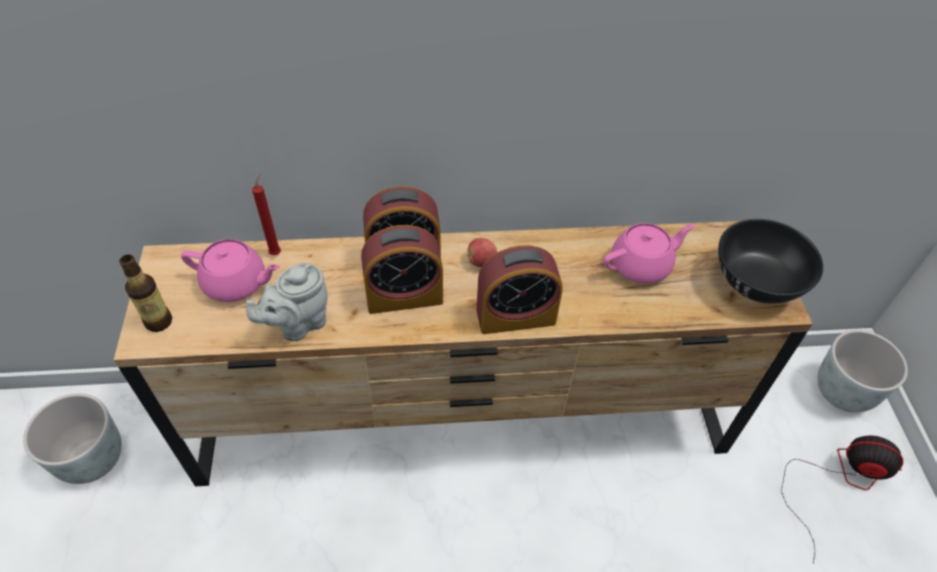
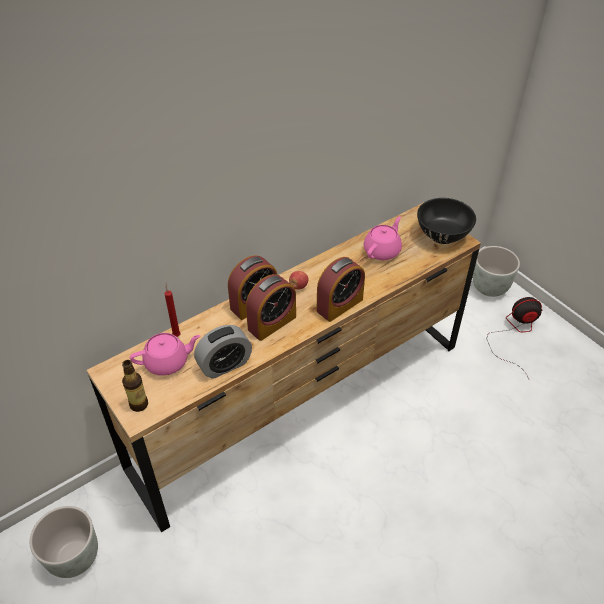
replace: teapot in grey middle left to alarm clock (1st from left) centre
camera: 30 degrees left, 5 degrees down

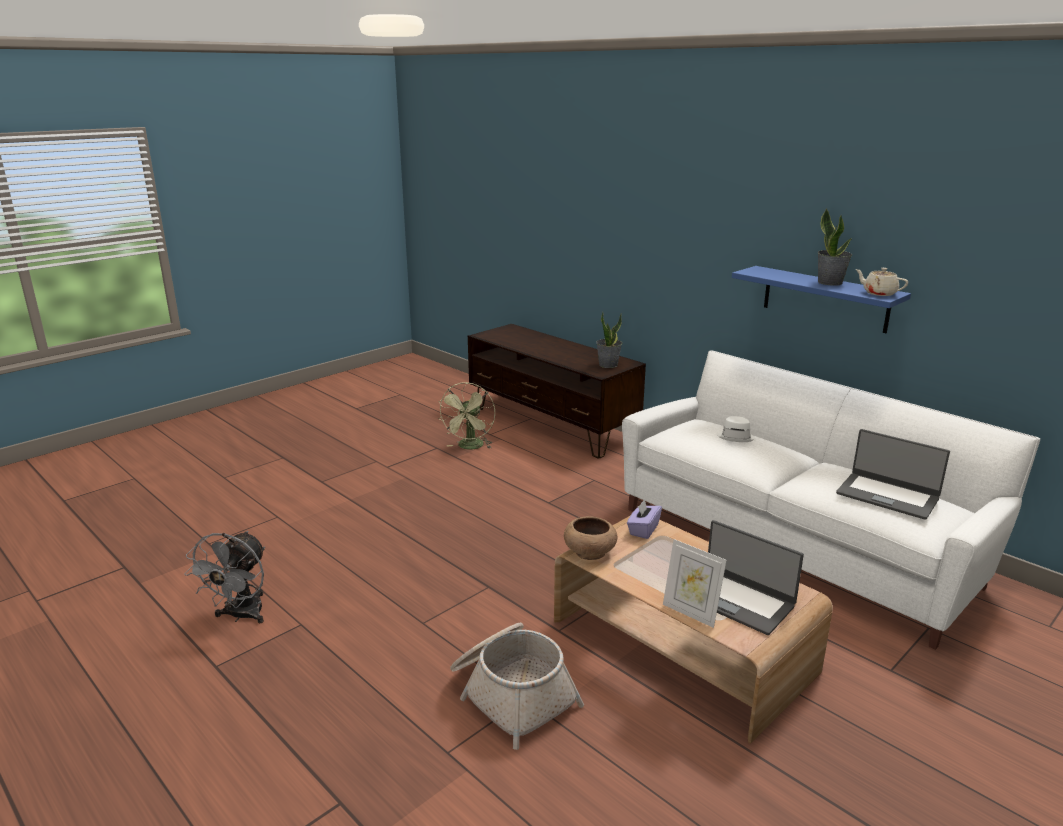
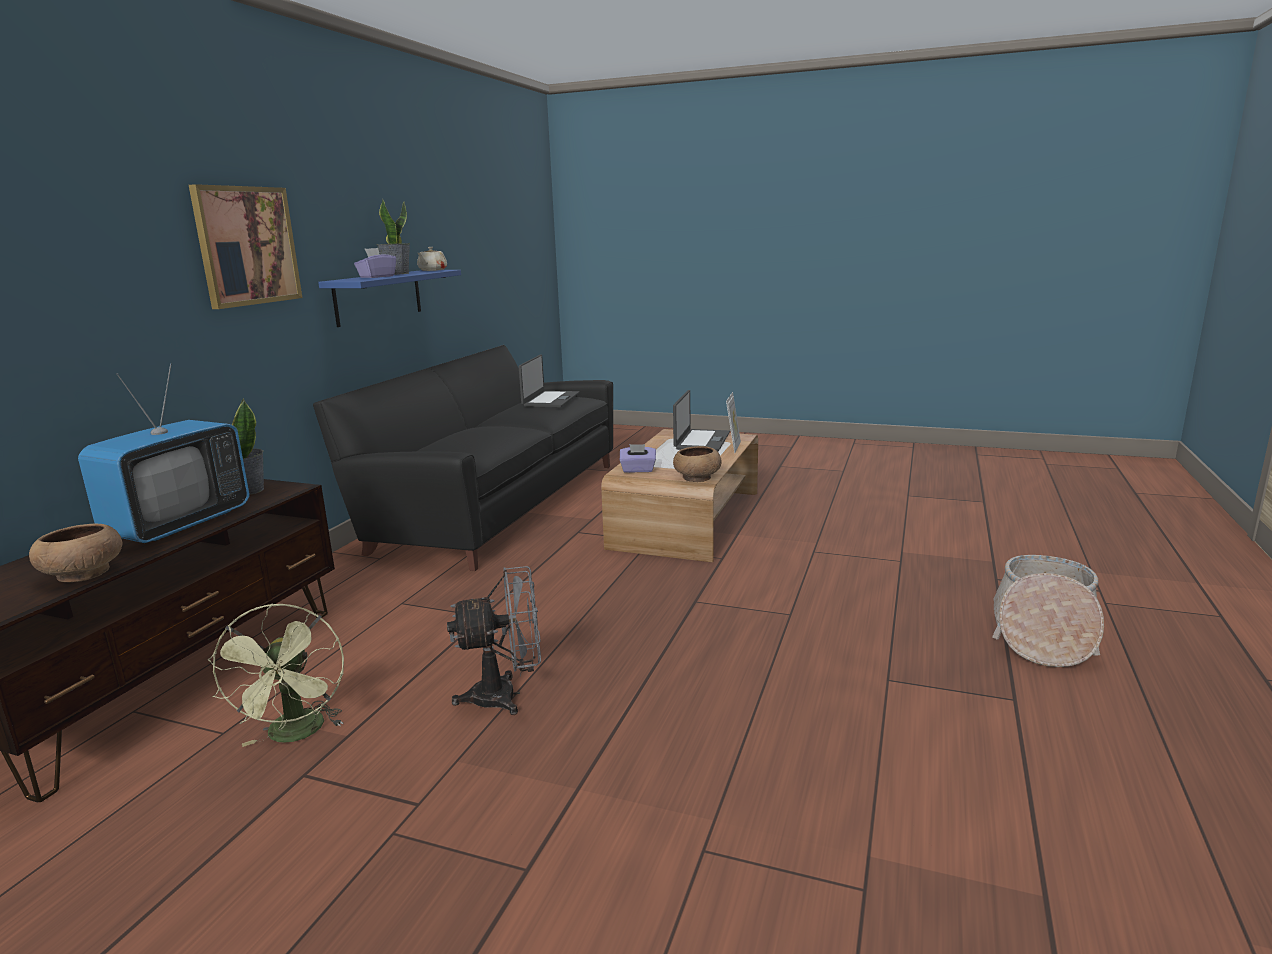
delete: hat in white middle right
insert: bowl in brown (1st from left) middle left; television middle left; picture top left; tissue box in purple (1st from left) top left
move: fan in grey bottom left to bottom centre; basket bottom centre to middle right
recolor: sofa in white middle right to sofa in black centre
rotate: fan in green centre = bottom left 90 degrees clockwise
camera: 115 degrees left, 5 degrees down

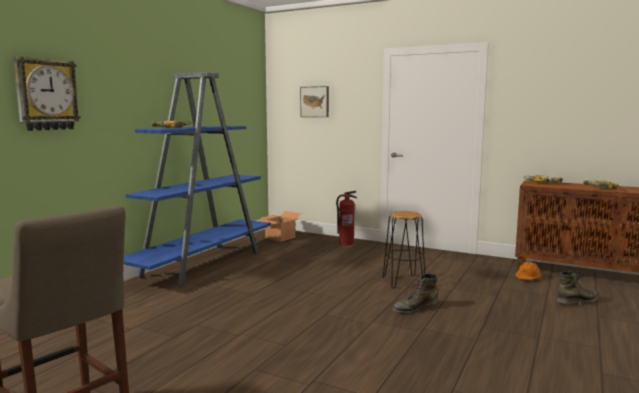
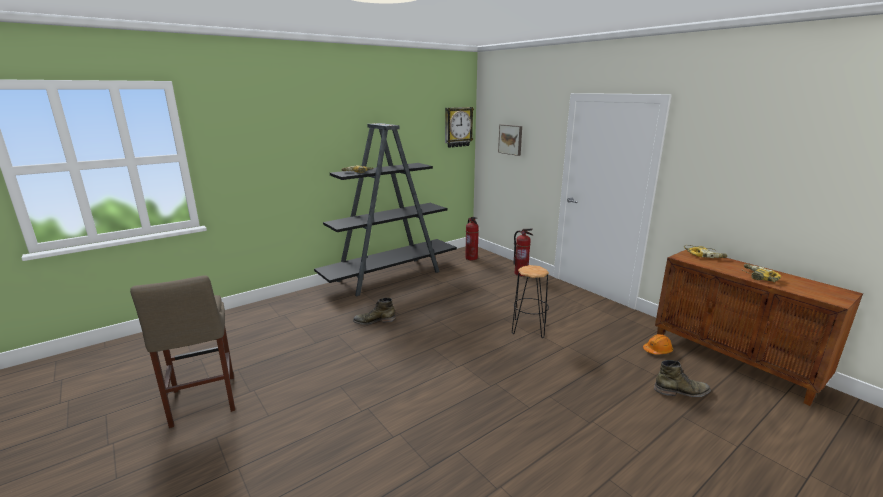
move: wall clock top left to top centre; boot in green (1st from left) bottom centre to centre
replace: cardboard box centre to fire extinguisher (1st from left) centre
recolor: bookcase in blue middle left to bookcase in black centre
camera: 25 degrees right, 10 degrees up

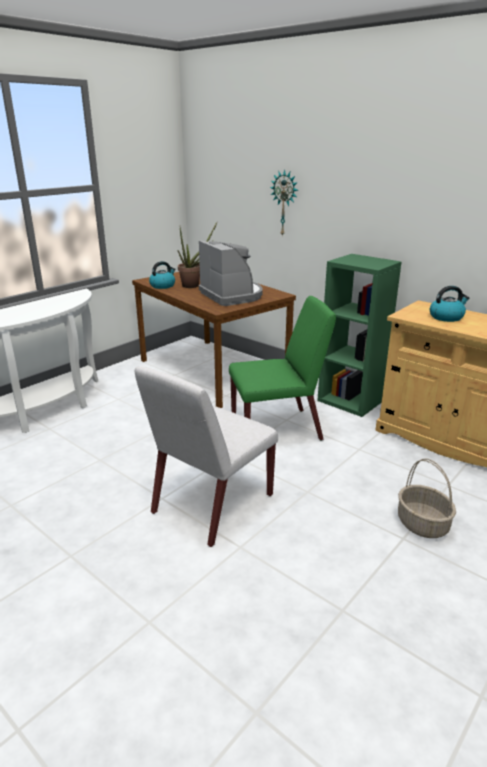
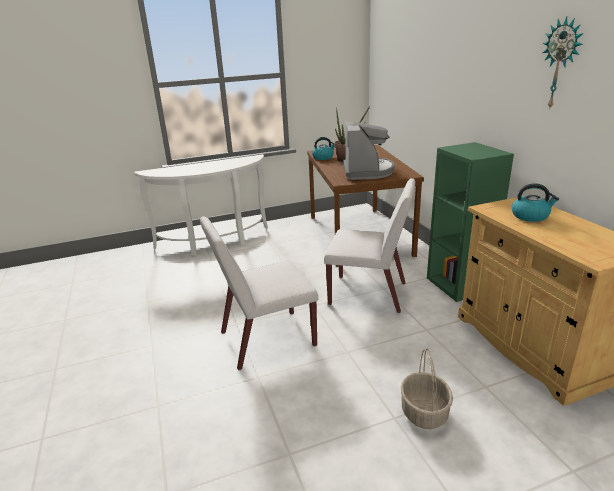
move: wall clock top centre to top right
recolor: chair in green centre to chair in white (2nd from left) centre
camera: 30 degrees right, 0 degrees up

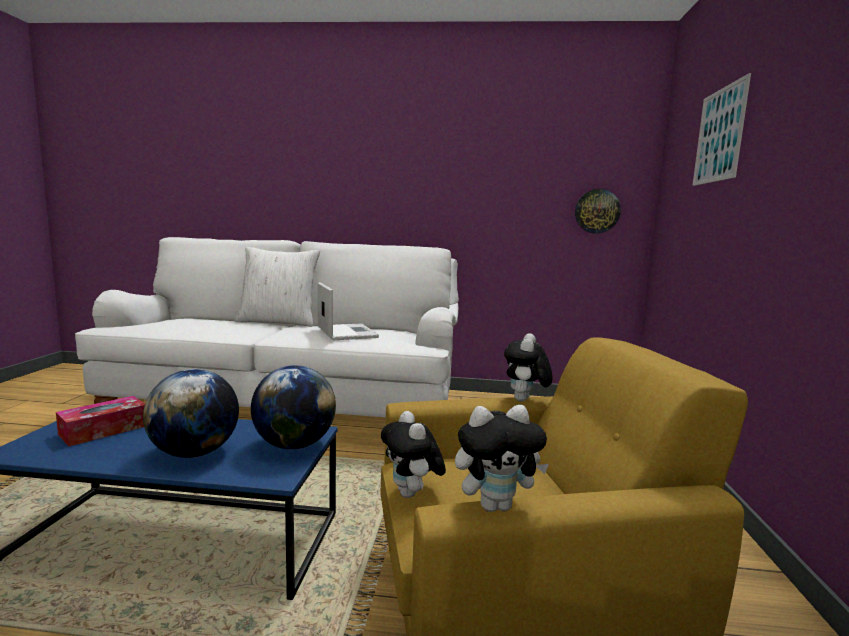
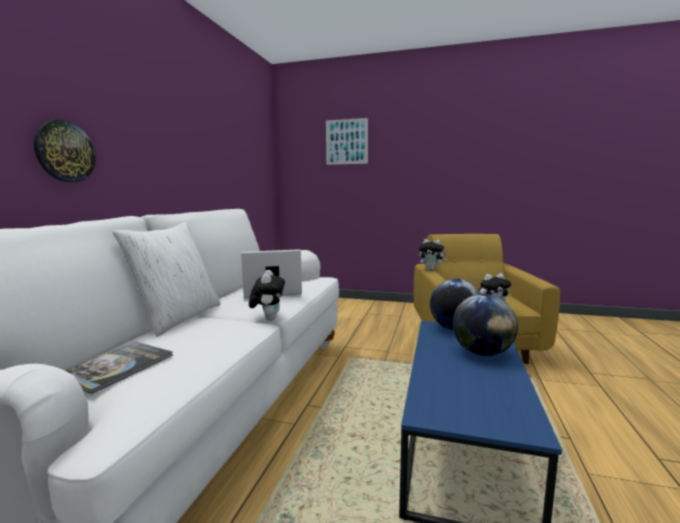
delete: tissue box middle left
insert: book bottom left
move: plush toy (2nd from left in the first image) bottom centre to plush toy (1st from left) centre; wall clock top right to top left
camera: 80 degrees left, 0 degrees up

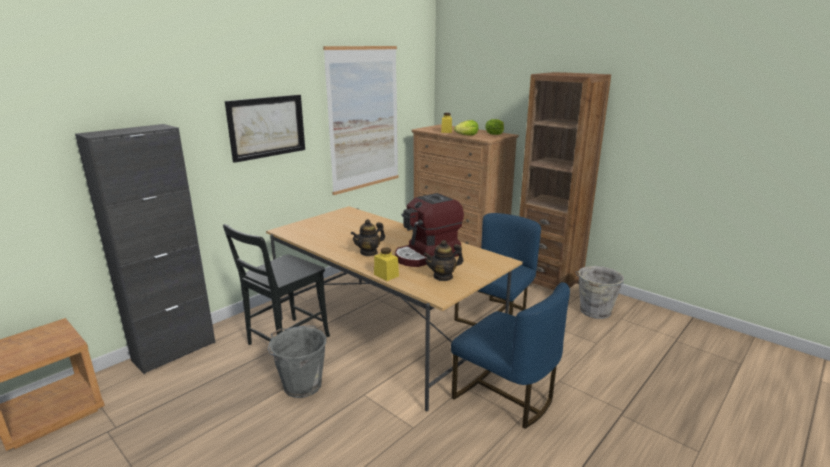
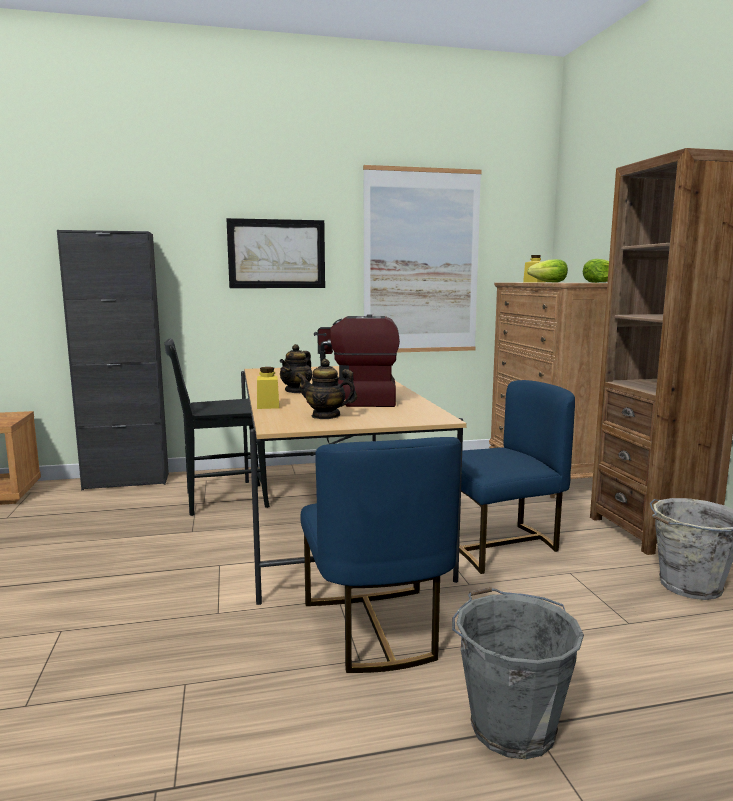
move: bucket in grey (1st from left) bottom centre to bottom right
rotate: teapot (1st from left) centre = centre 60 degrees counterclockwise
camera: 35 degrees right, 10 degrees down

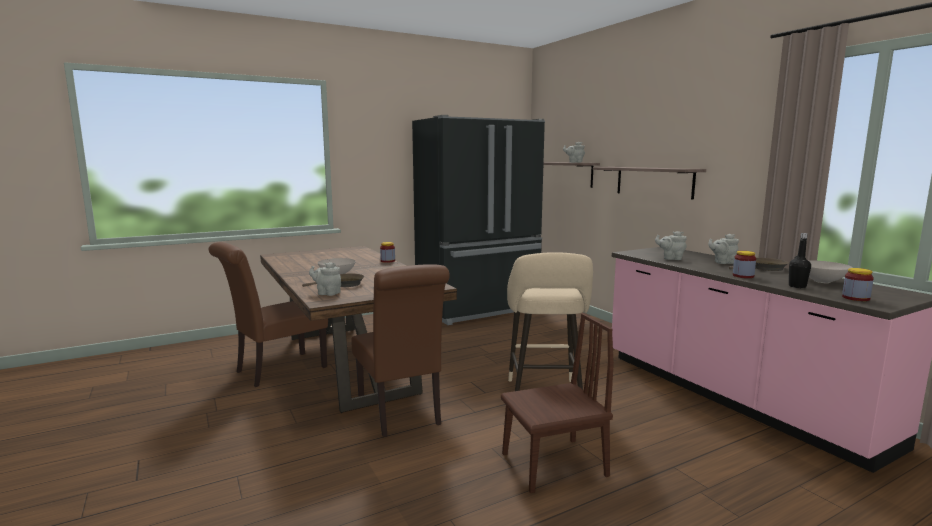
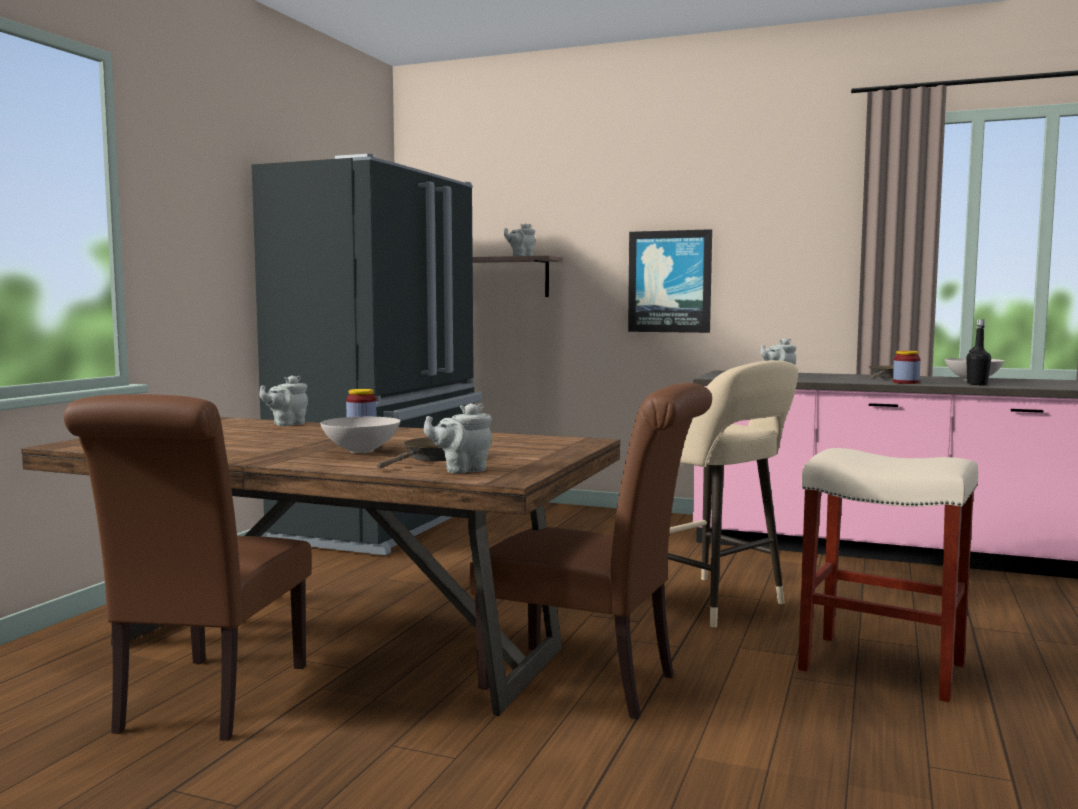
delete: jar (3rd from left) middle right
move: teapot in grey (4th from left in the first image) middle right to teapot in grey (1st from left) middle left
replace: chair in brown (3rd from left) bottom centre to stool in beige (2nd from left) bottom right; shelf (2nd from left) middle right to picture centre
camera: 40 degrees left, 5 degrees down

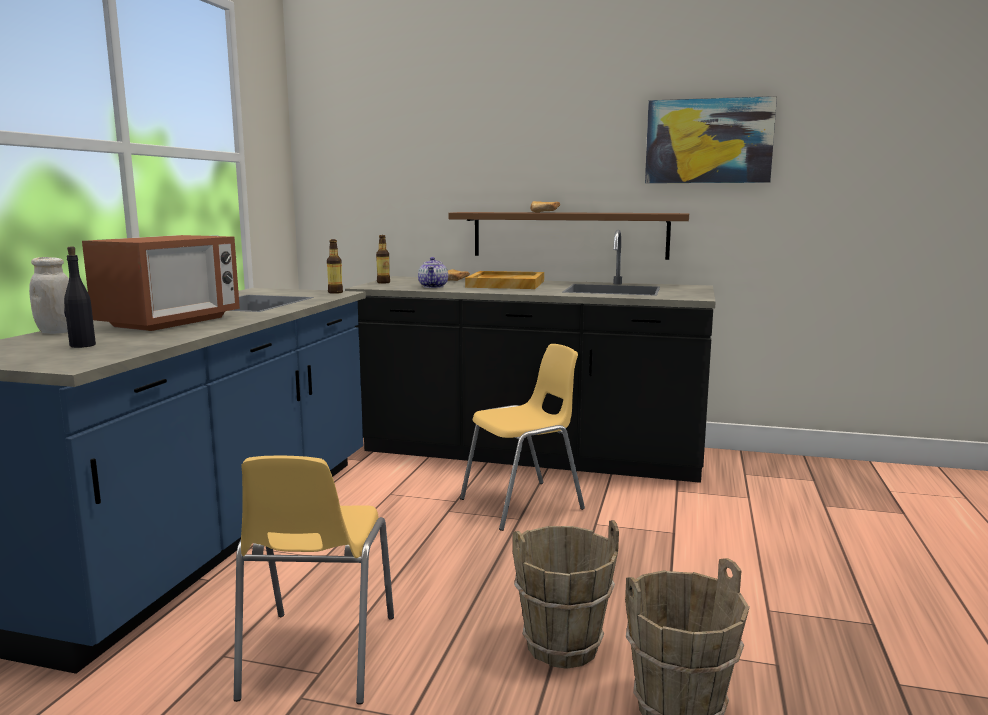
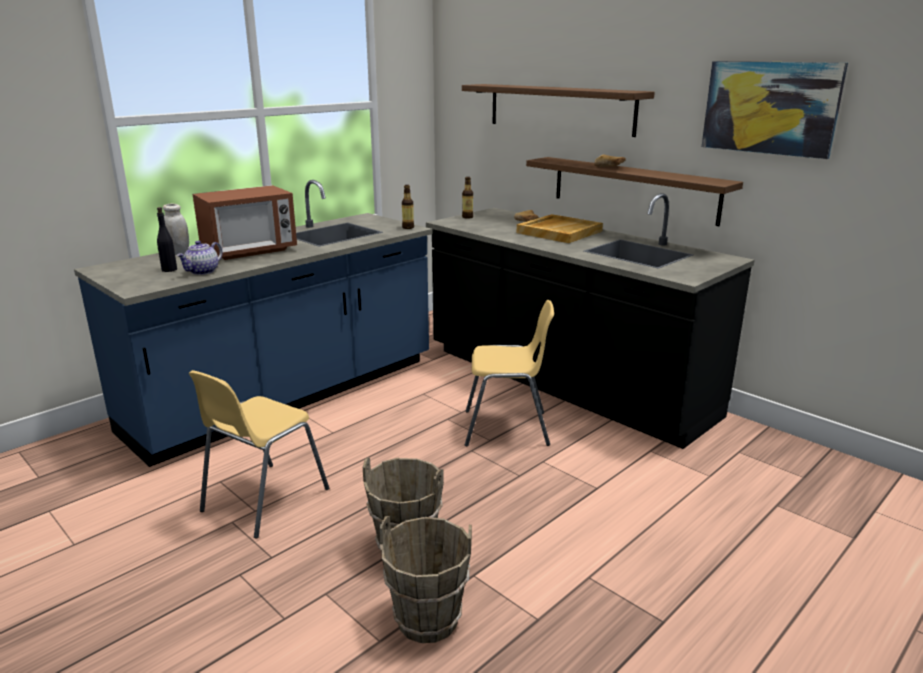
insert: shelf in brown (1st from left) top centre
move: teapot centre to middle left
camera: 30 degrees right, 10 degrees up

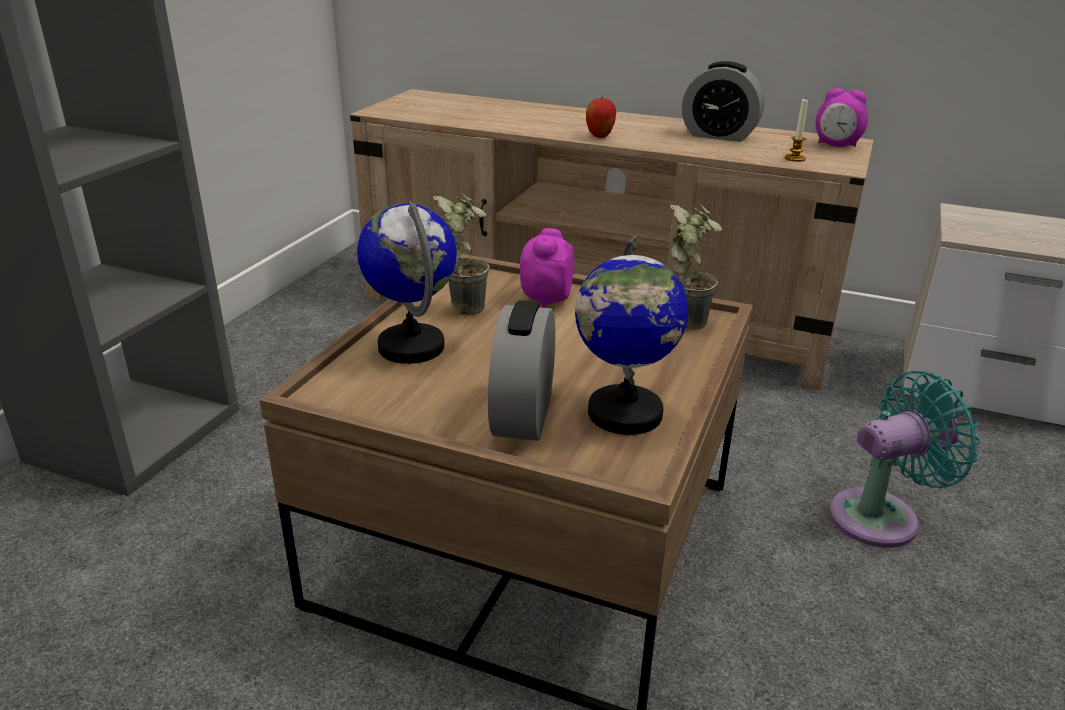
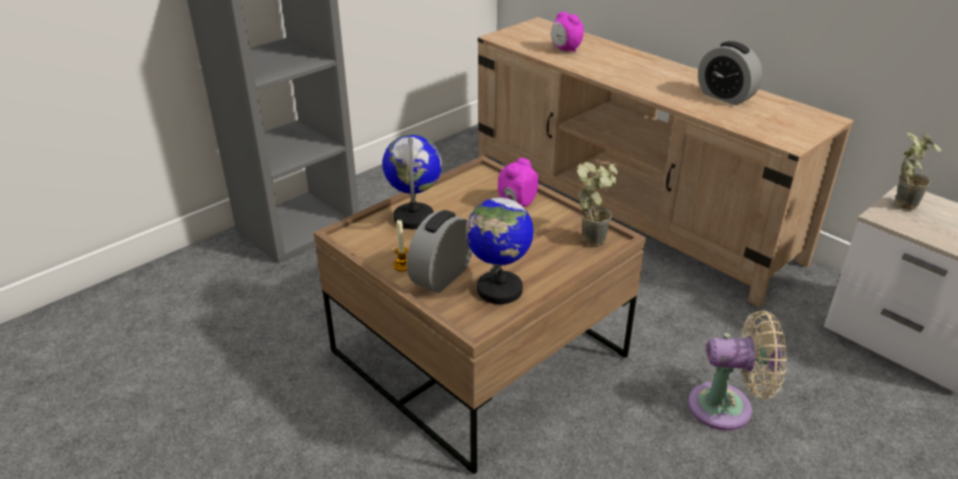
delete: apple top centre
move: potted plant (1st from left in the first image) centre to potted plant (2nd from left) middle right; candle top right to centre; alarm clock (4th from left in the first image) top right to alarm clock (3rd from left) top centre
recolor: fan in turquoise middle right to fan in beige bottom right
camera: 25 degrees right, 5 degrees up

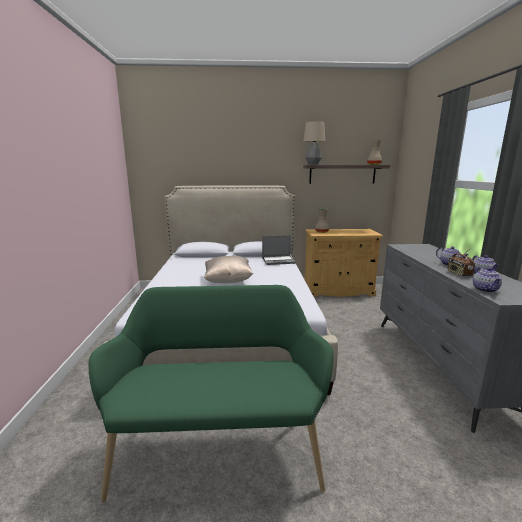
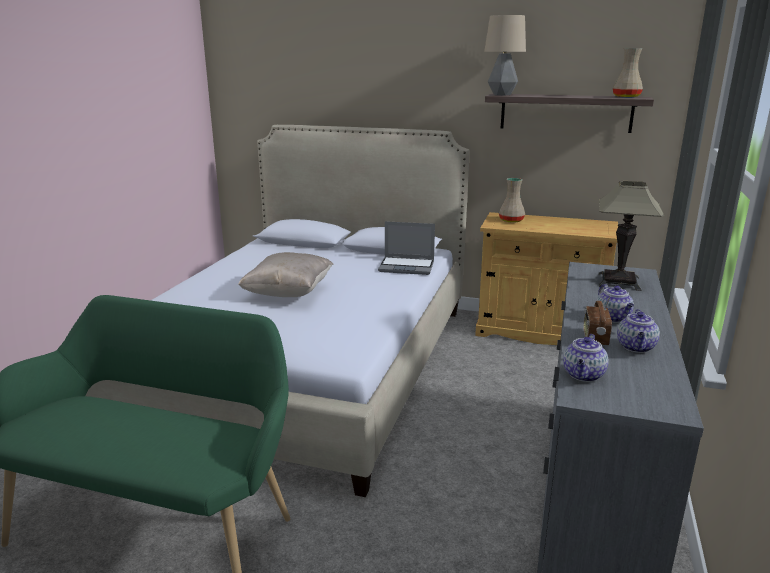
insert: table lamp (2nd from left) middle right
camera: 20 degrees right, 5 degrees up

